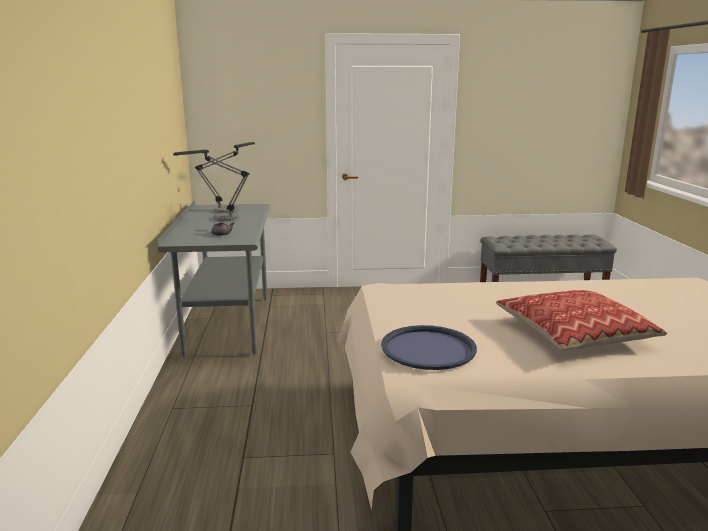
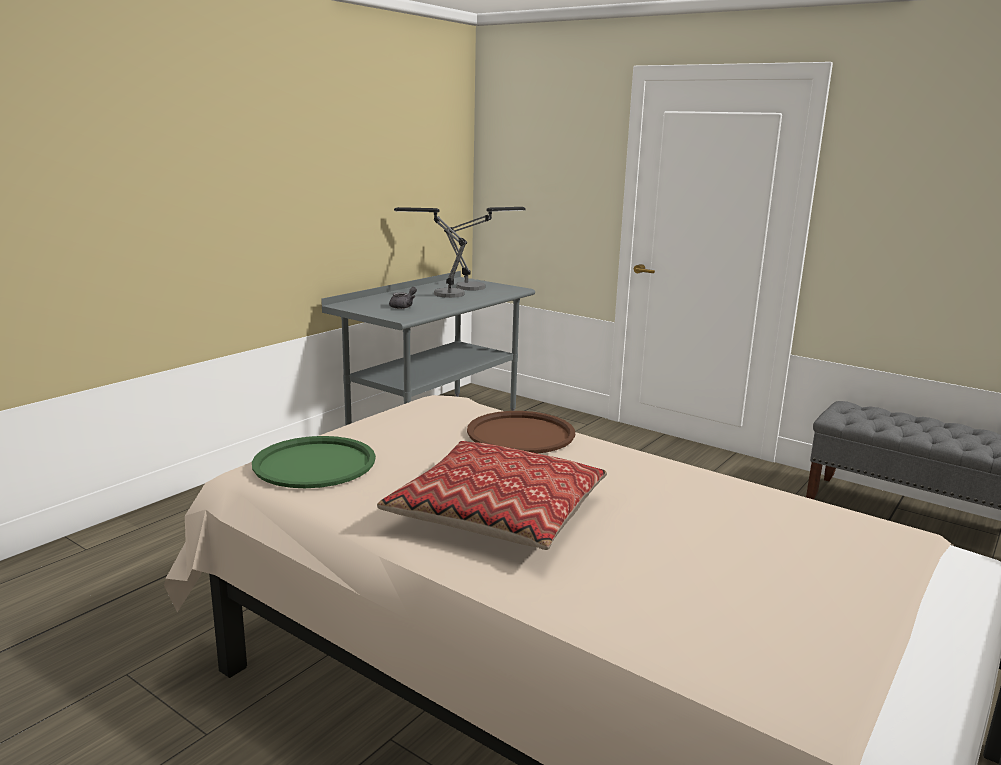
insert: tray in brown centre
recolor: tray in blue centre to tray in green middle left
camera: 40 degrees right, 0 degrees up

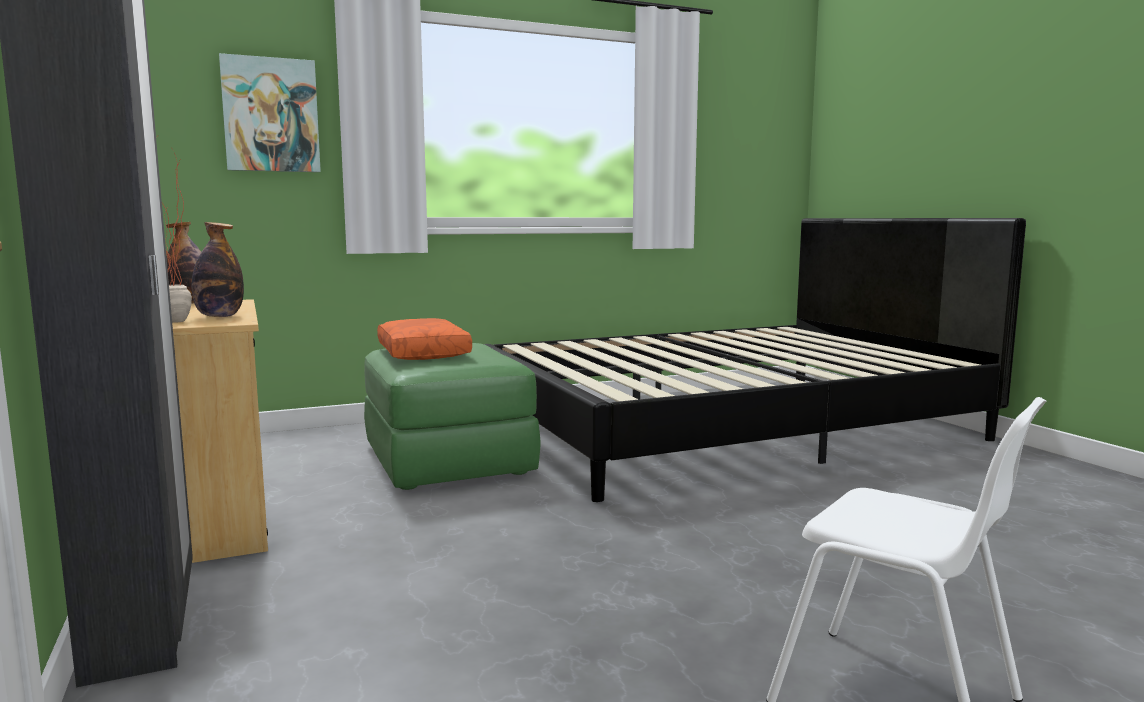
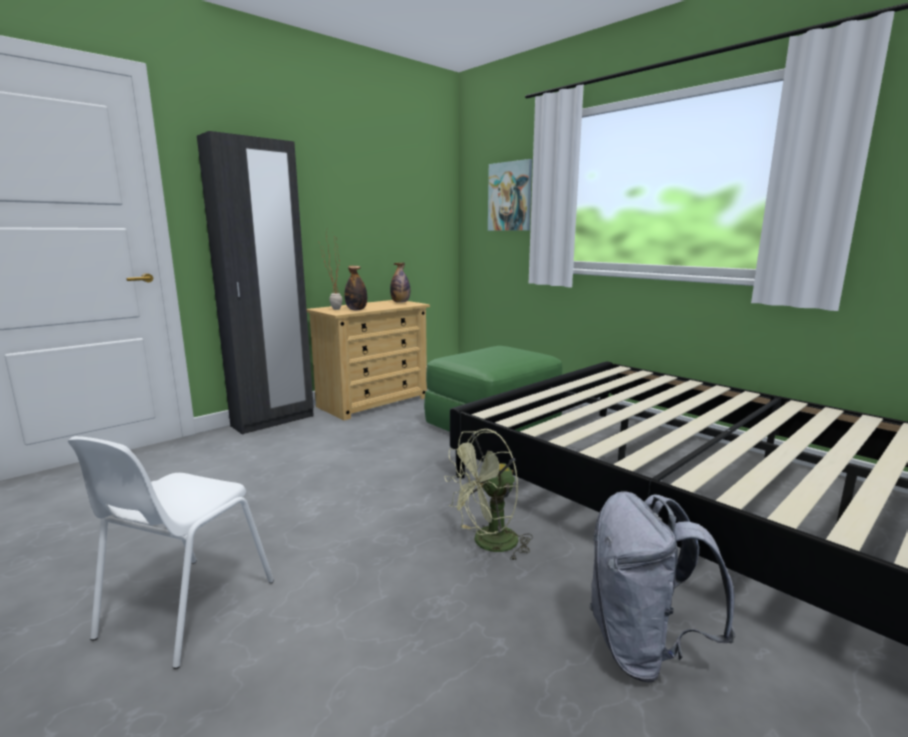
delete: pillow in orange centre
insert: fan in green bottom centre; backpack in grey bottom right
camera: 70 degrees right, 5 degrees up

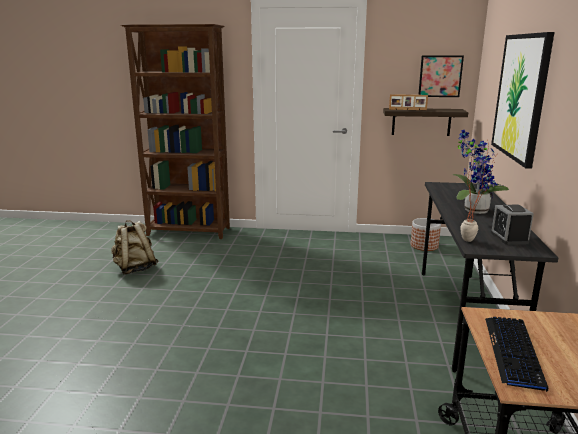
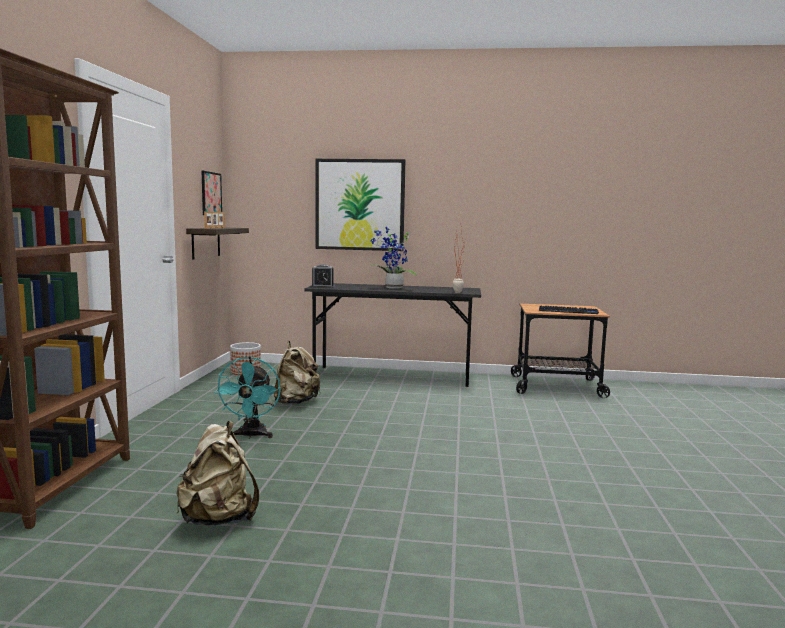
insert: fan in turquoise middle left; backpack in beige (2nd from left) centre
move: alarm clock middle right to centre
camera: 90 degrees left, 10 degrees down

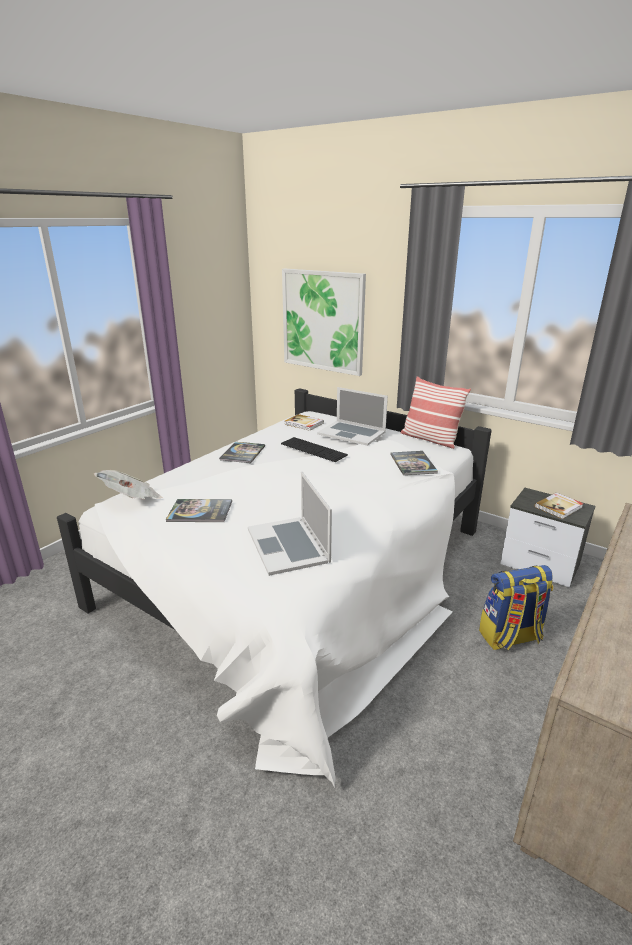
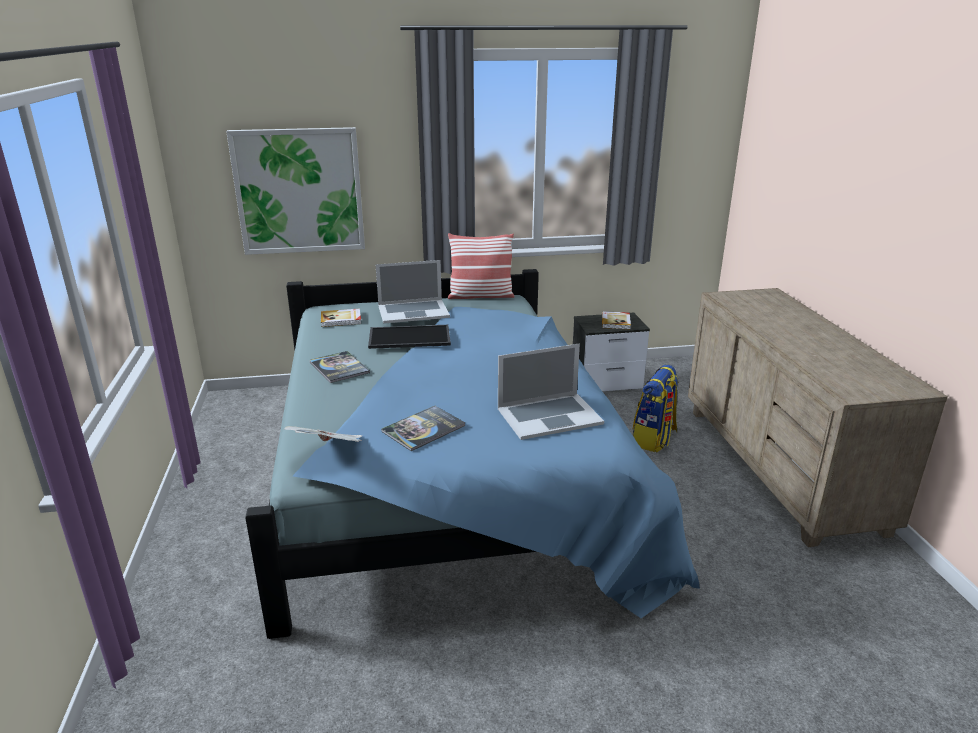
delete: book (4th from left) centre
replace: keyboard centre to tray centre
recolor: bed in white centre to bed in blue centre
rotate: laptop (1st from left in the first image) centre = centre 45 degrees counterclockwise
camera: 45 degrees left, 0 degrees up

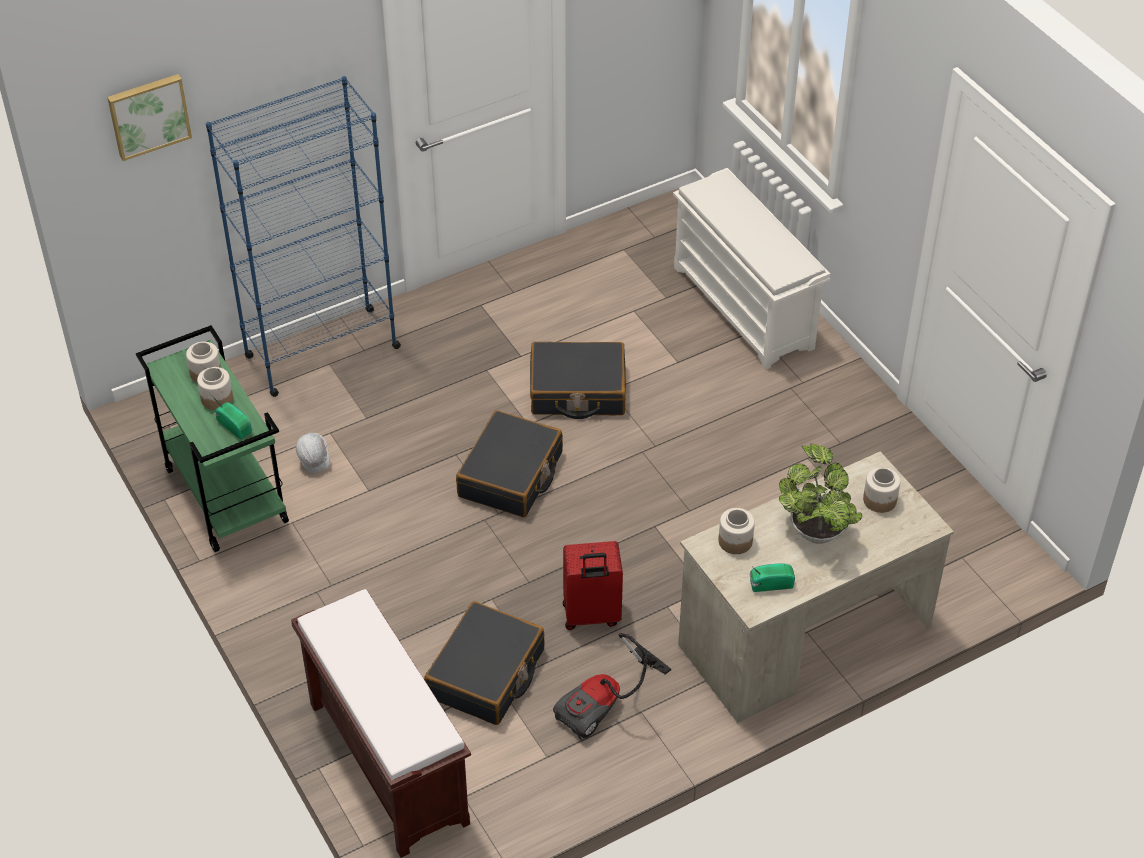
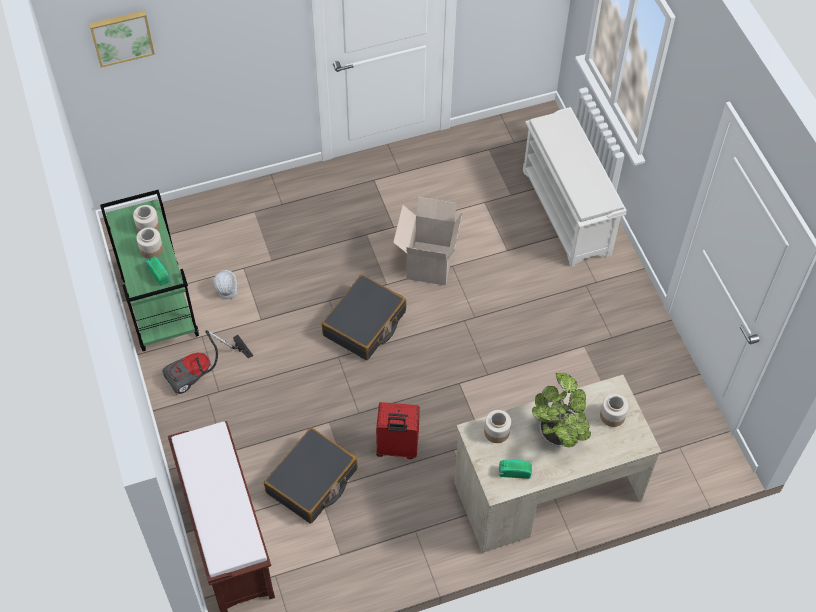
delete: bookcase in blue top left
move: vacuum cleaner bottom centre to middle left
replace: suitcase in black (3rd from left) centre to cardboard box centre
camera: 10 degrees right, 10 degrees up

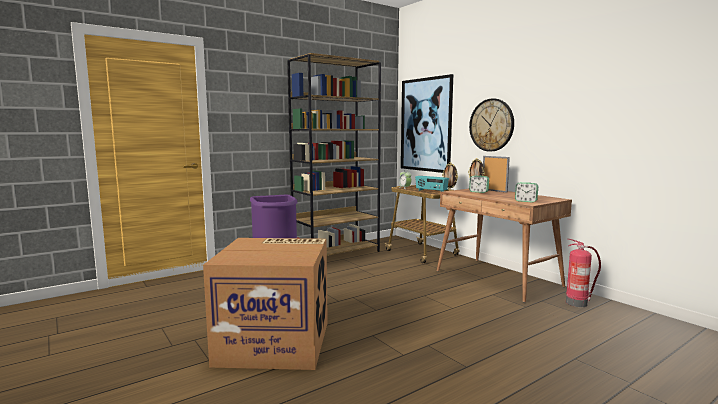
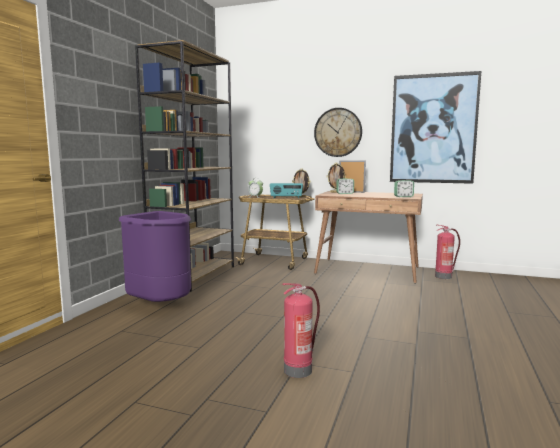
move: picture top centre to top right
replace: cardboard box bottom centre to fire extinguisher (1st from left) bottom centre
camera: 35 degrees left, 0 degrees up

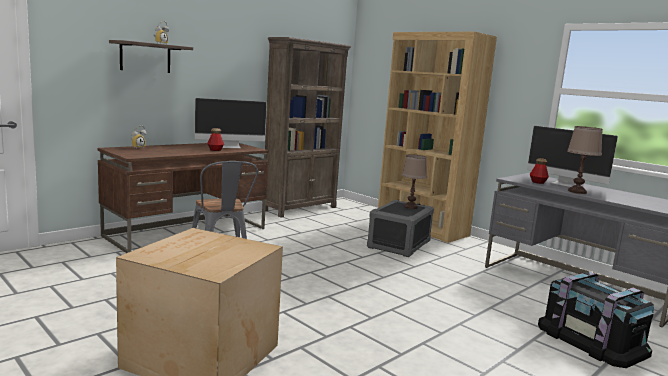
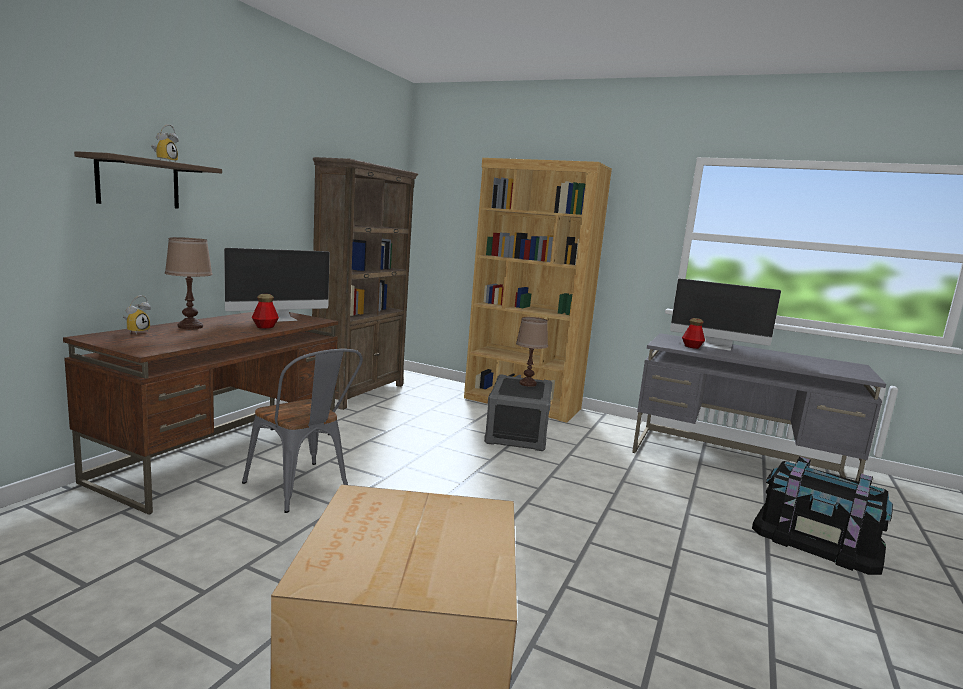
move: table lamp in brown (2nd from left in the first image) middle right to table lamp in brown (1st from left) middle left
camera: 20 degrees left, 0 degrees up

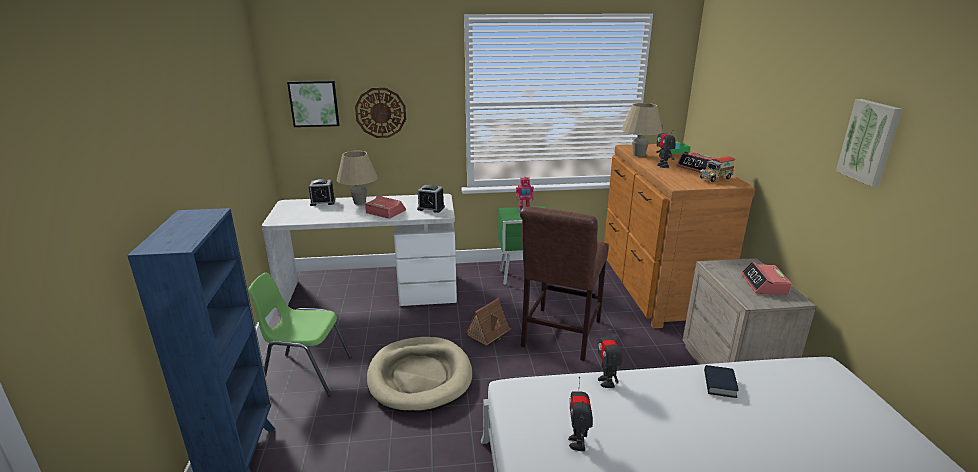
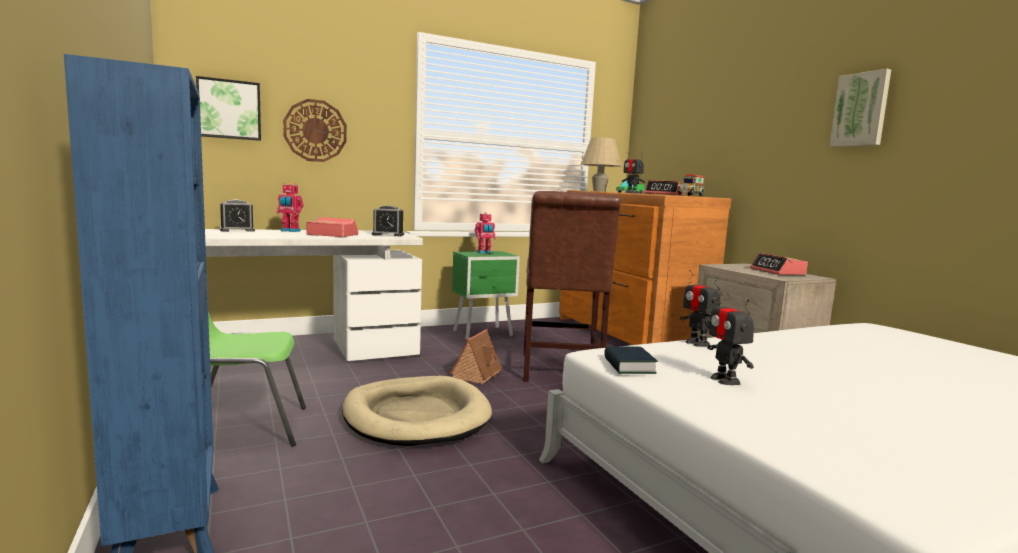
move: book bottom right to centre
replace: table lamp in beige (1st from left) centre to toy robot (1st from left) middle left
camera: 20 degrees left, 15 degrees down

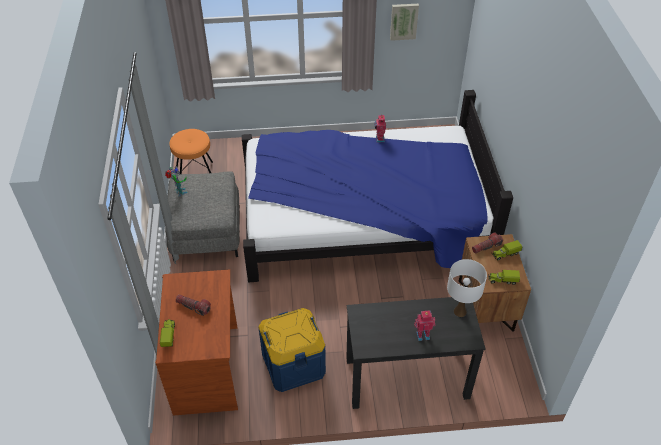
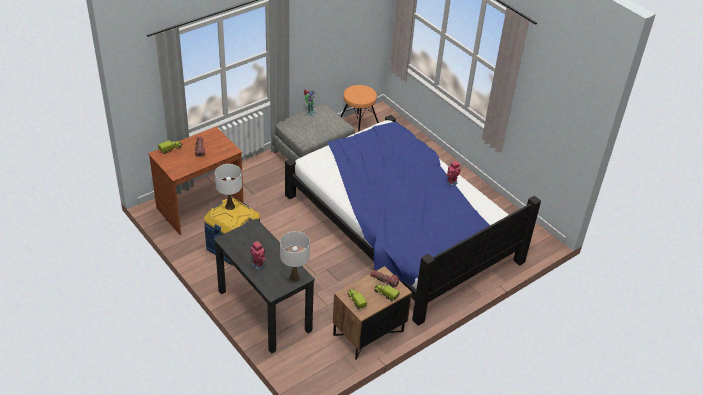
delete: picture top centre
insert: table lamp in white (1st from left) middle left
camera: 55 degrees right, 5 degrees down

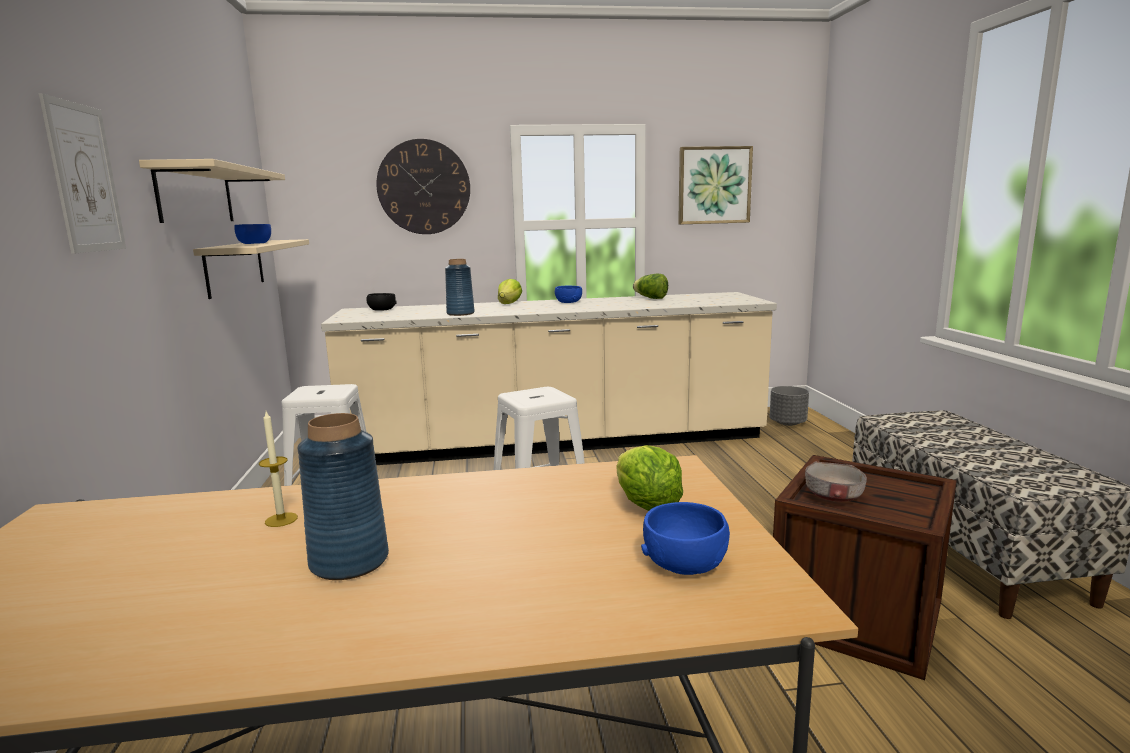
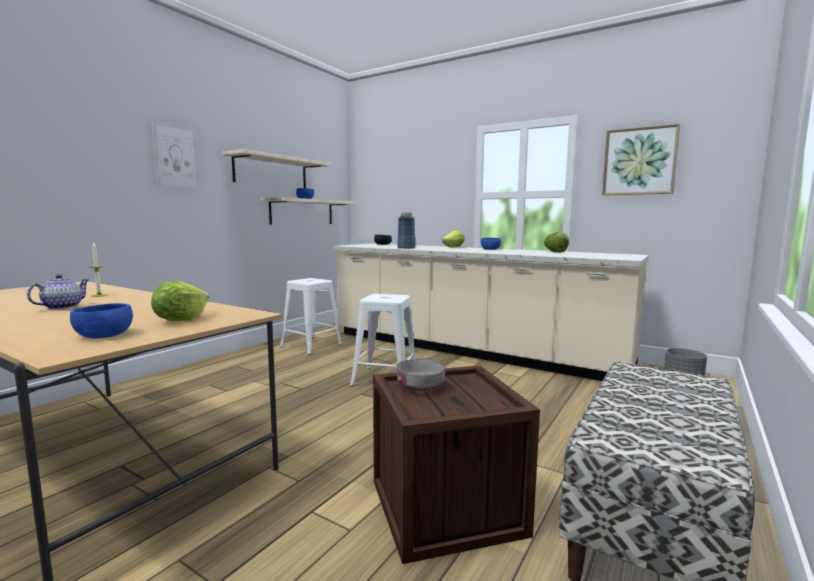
delete: wall clock top centre
replace: vase in blue (1st from left) middle left to teapot middle left
camera: 40 degrees right, 5 degrees down

